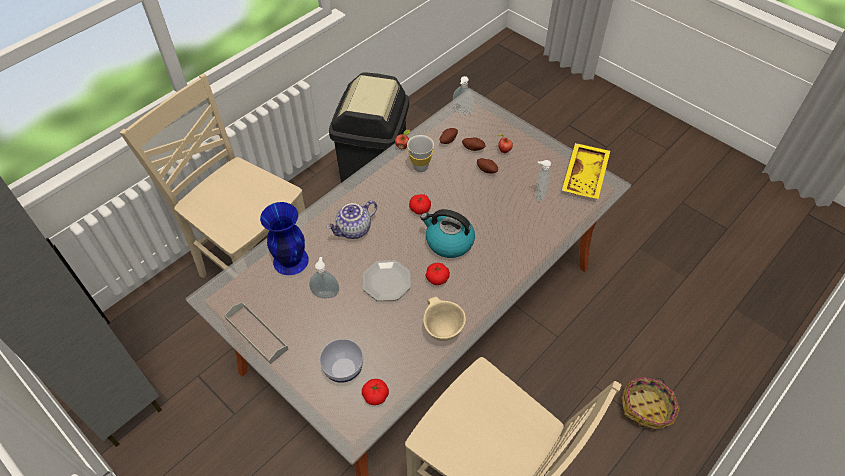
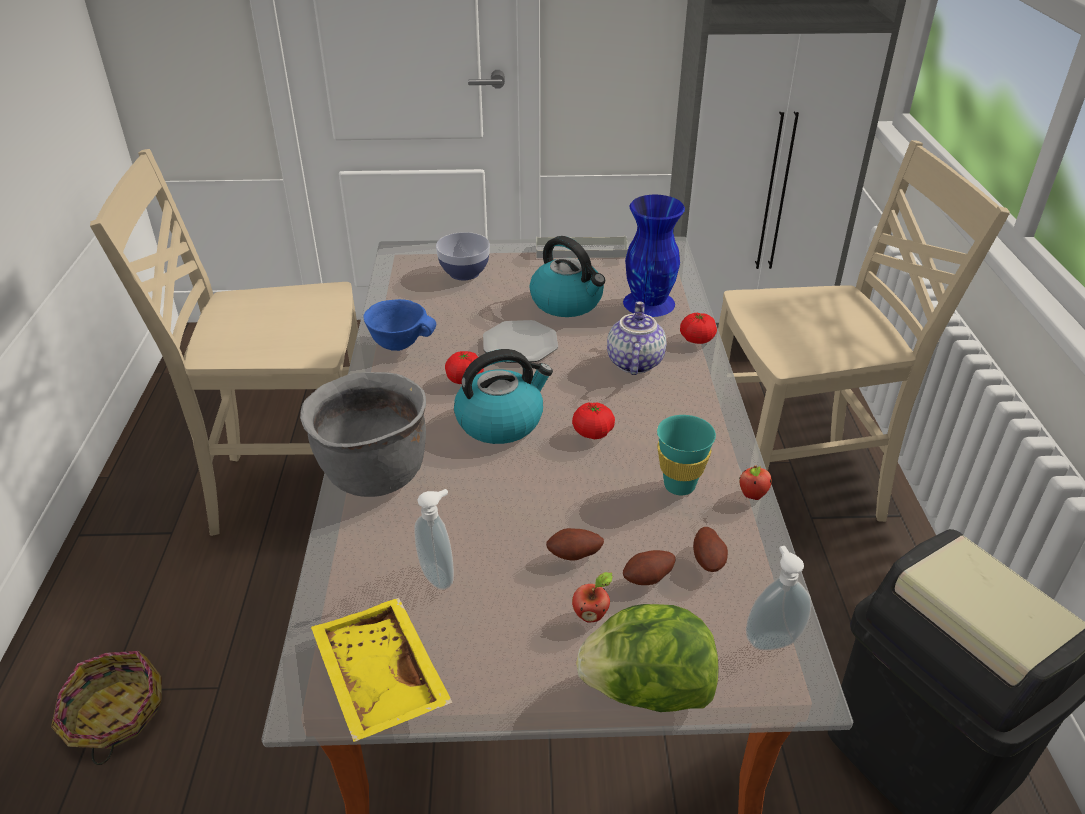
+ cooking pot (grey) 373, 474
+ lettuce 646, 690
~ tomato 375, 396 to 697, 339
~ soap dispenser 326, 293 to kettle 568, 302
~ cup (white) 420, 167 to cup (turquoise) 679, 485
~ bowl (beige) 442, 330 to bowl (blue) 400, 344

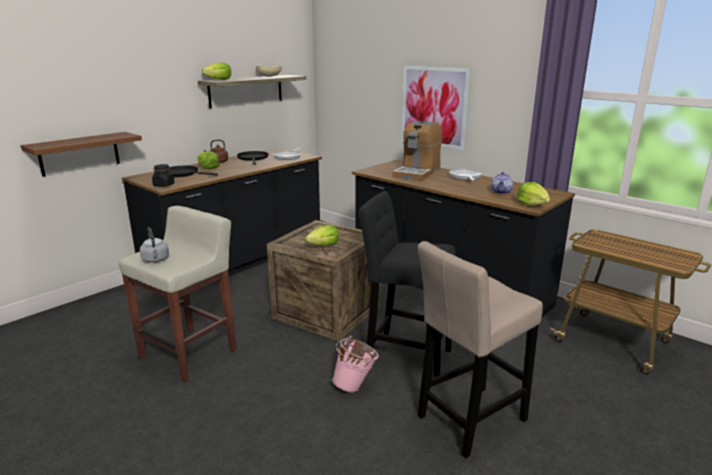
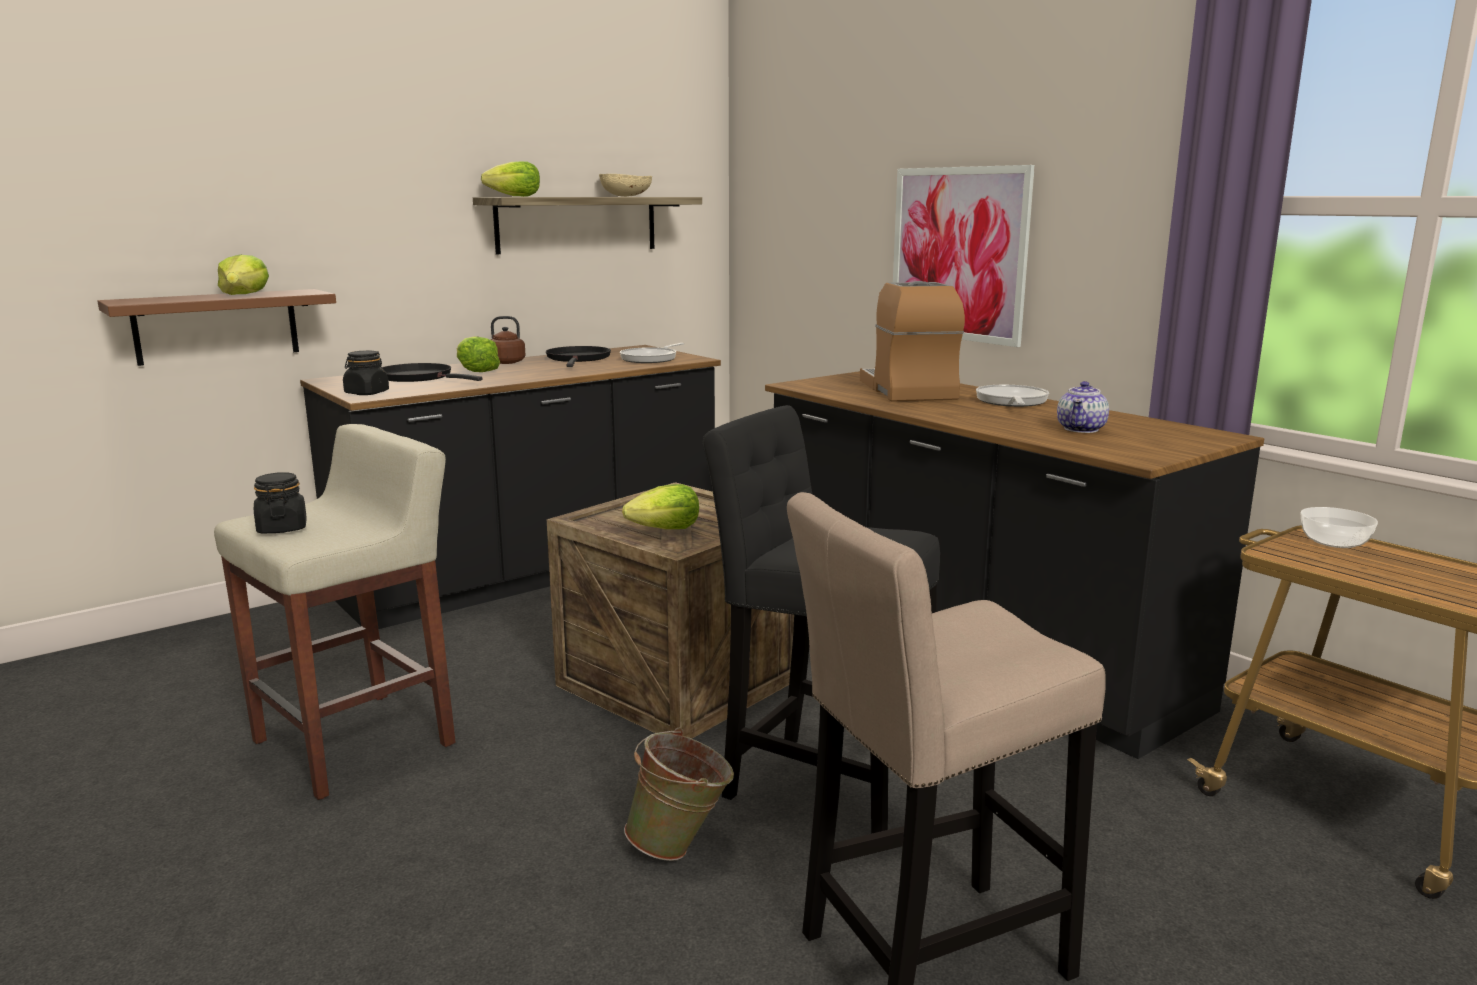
+ bowl 1333, 541
~ lettuce 532, 204 to 244, 295
~ kettle (grey) 156, 260 to jar (black) 282, 528
~ bucket (pink) 355, 386 to bucket (green) 681, 847
~ coffee machine 417, 172 = 907, 390 135 degrees clockwise

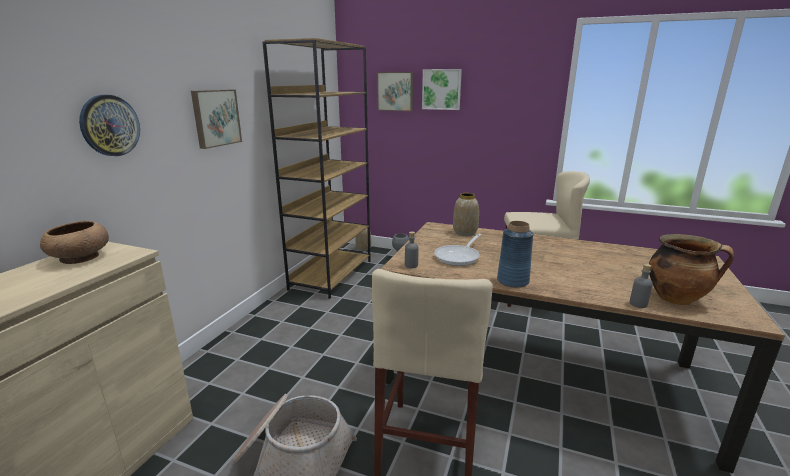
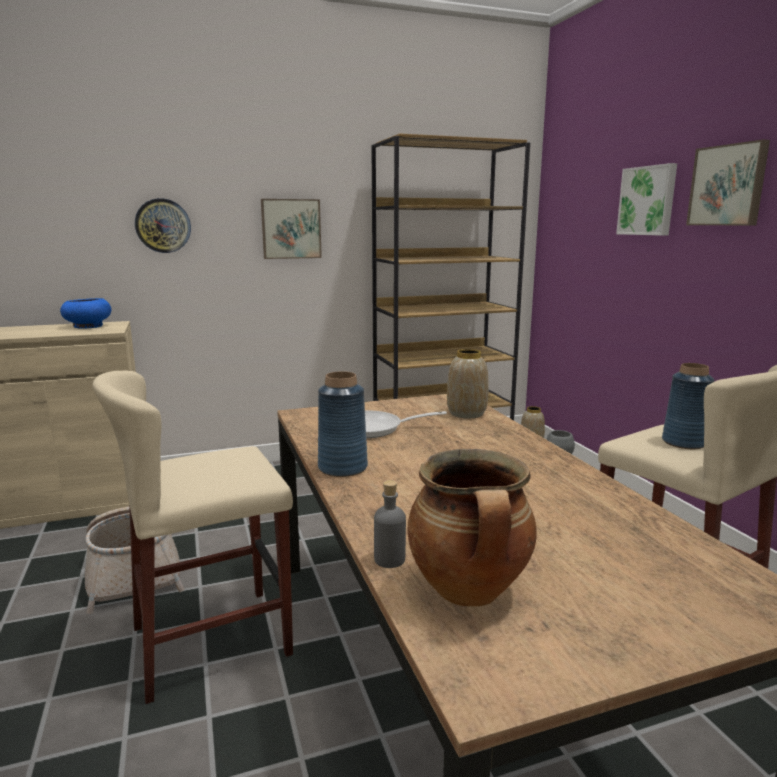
- bottle (grey) 411, 265
+ vase (blue) 683, 442
~ picture 395, 91 to 728, 185
~ bowl (brown) 79, 258 to bowl (blue) 88, 326

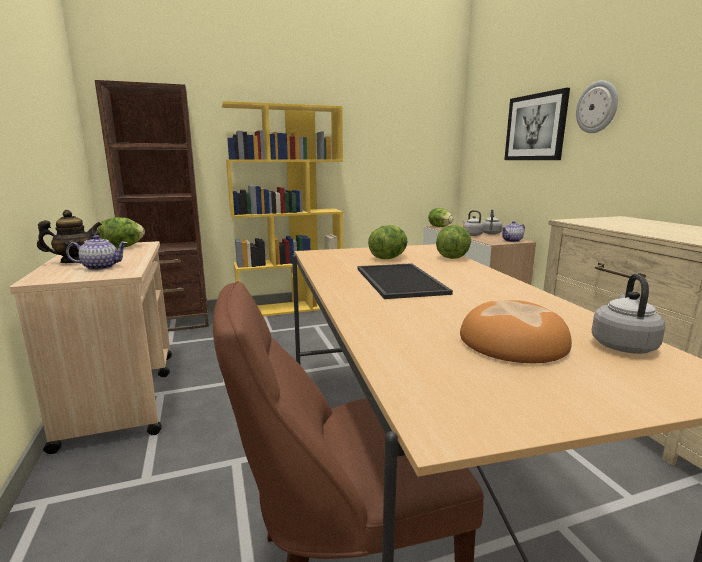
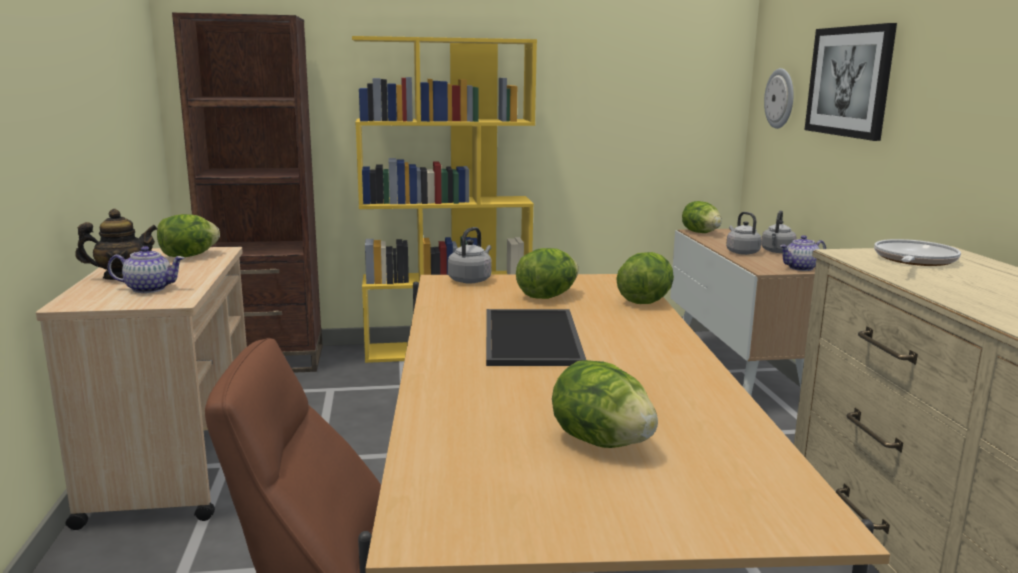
+ frying pan 913, 261
~ wall clock 597, 107 to 780, 98
~ kettle (grey) 622, 345 to 471, 280
~ bread 512, 341 to lettuce 601, 442

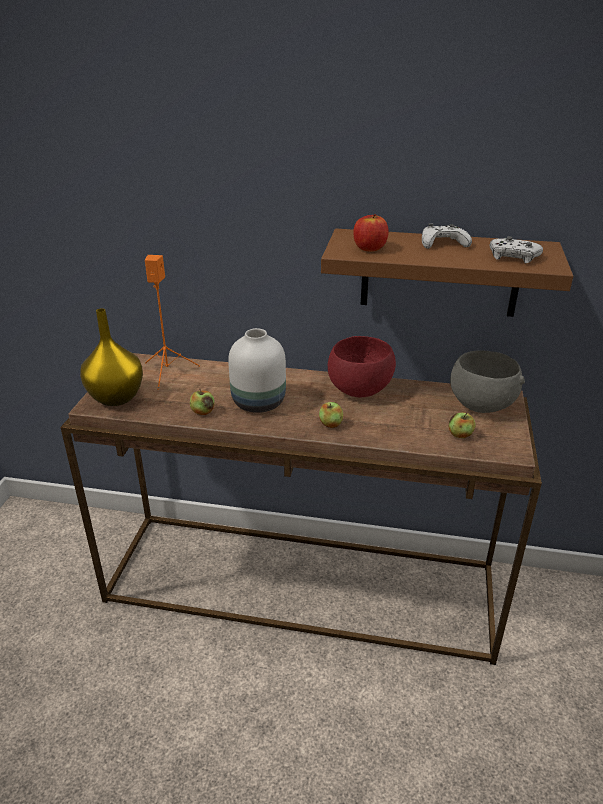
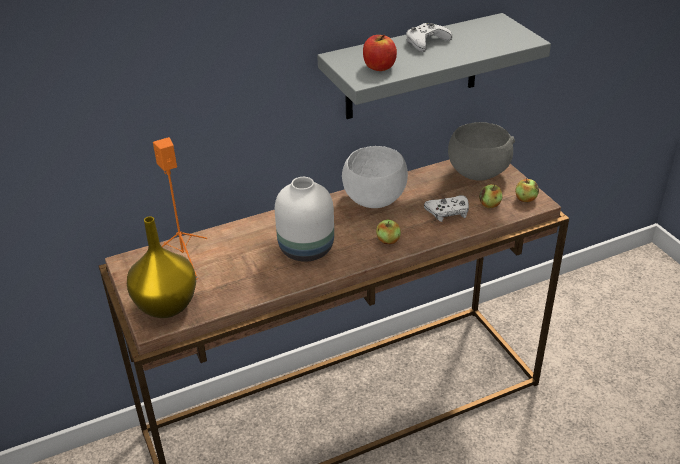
~ apple 203, 411 to 525, 199
~ game controller (white) 513, 257 to 448, 212
~ shelf (brown) 440, 273 to shelf (grey) 412, 67
~ bowl (red) 359, 390 to bowl (white) 375, 200

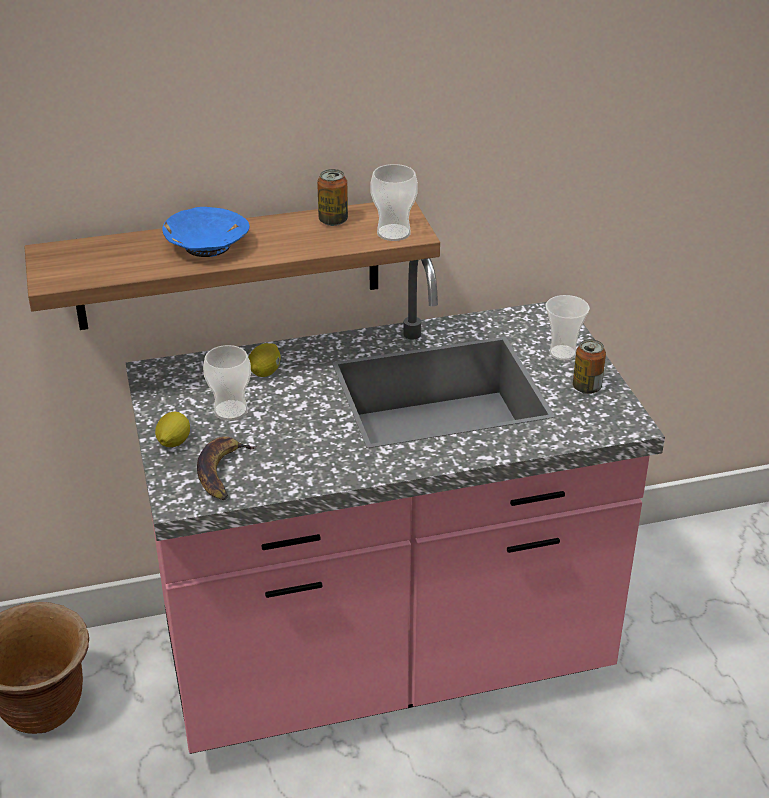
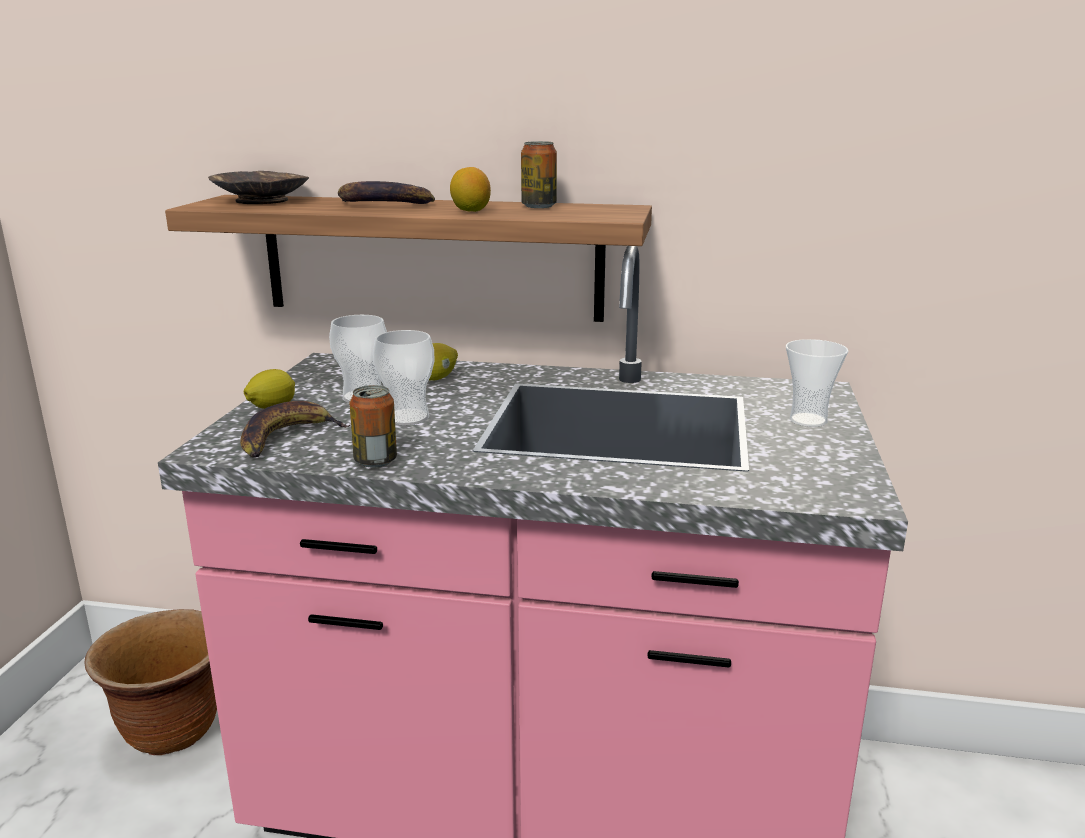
+ bowl (brown) 261, 200
+ lemon 470, 211
~ cup 393, 233 to 407, 417
~ can 586, 387 to 375, 461
~ bowl (blue) 207, 246 to banana 382, 205

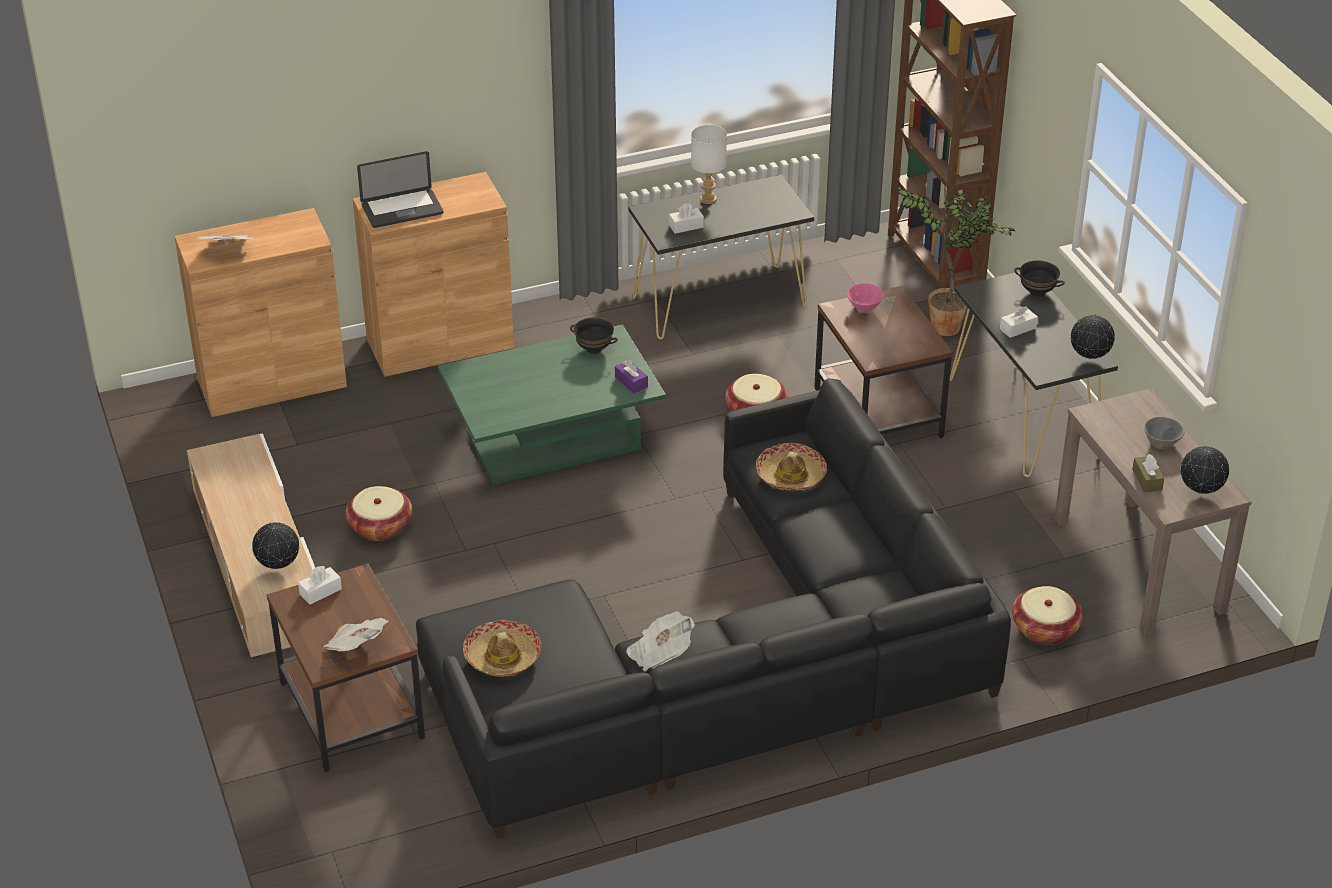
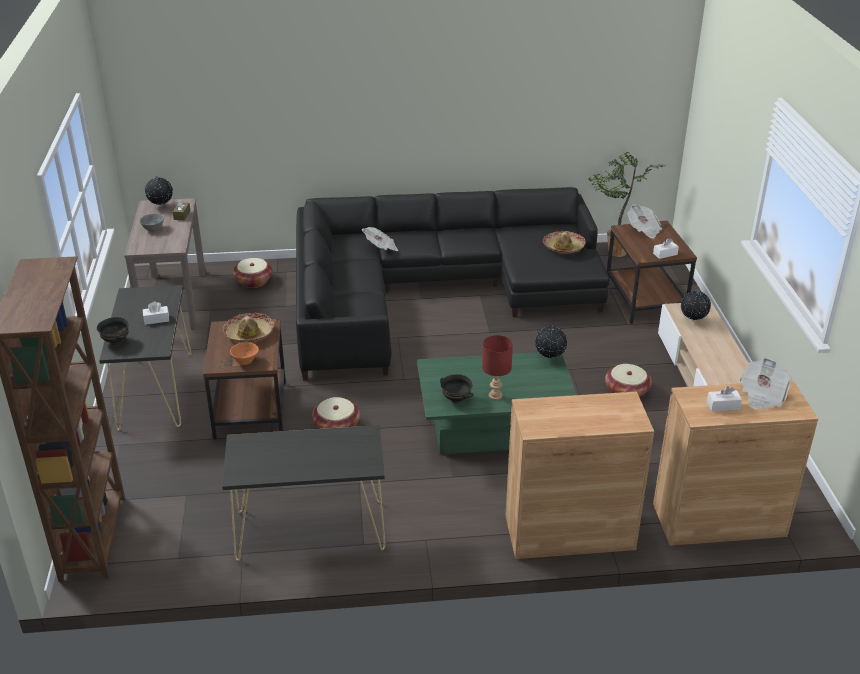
- laptop 402, 210
- tissue box (purple) 631, 382
- table lamp (white) 708, 199
+ table lamp (red) 496, 396
~ newspaper 660, 654 to 381, 247
~ tissue box (white) 686, 226 to 723, 405
~ hat 791, 475 to 249, 333
~ potted plant 949, 326 to 614, 252
~ globe 1089, 359 to 549, 359
~ bowl (pink) 863, 308 to bowl (orange) 246, 361

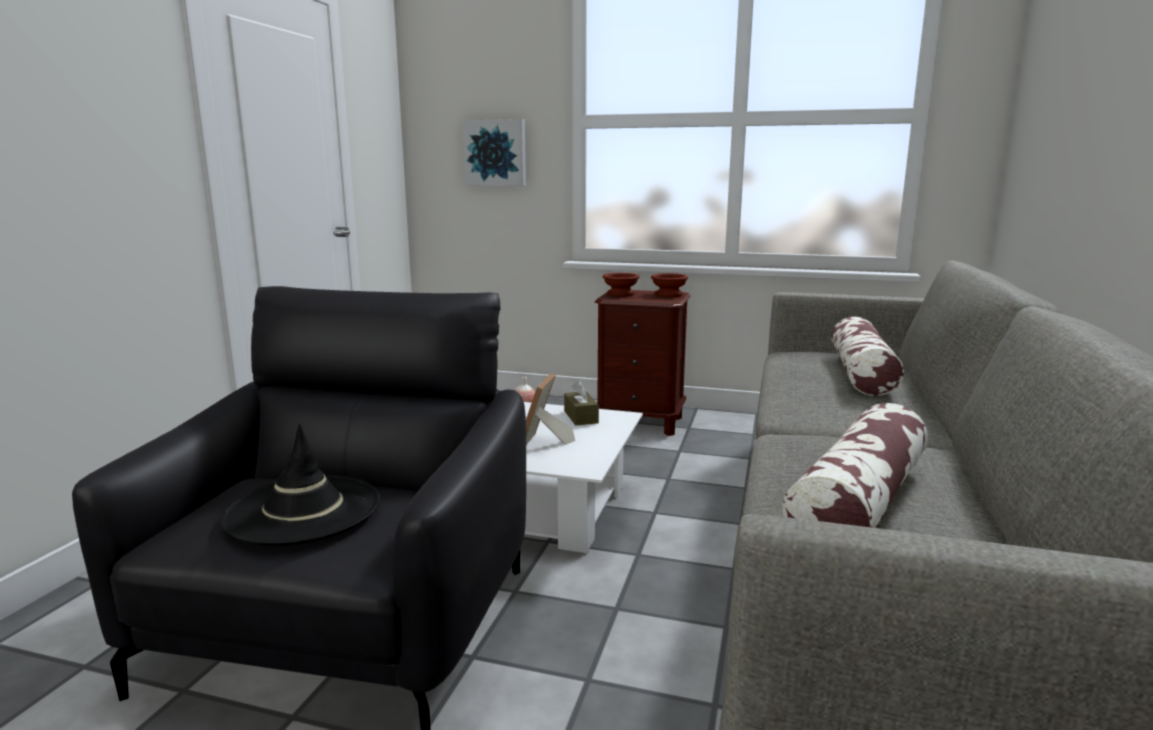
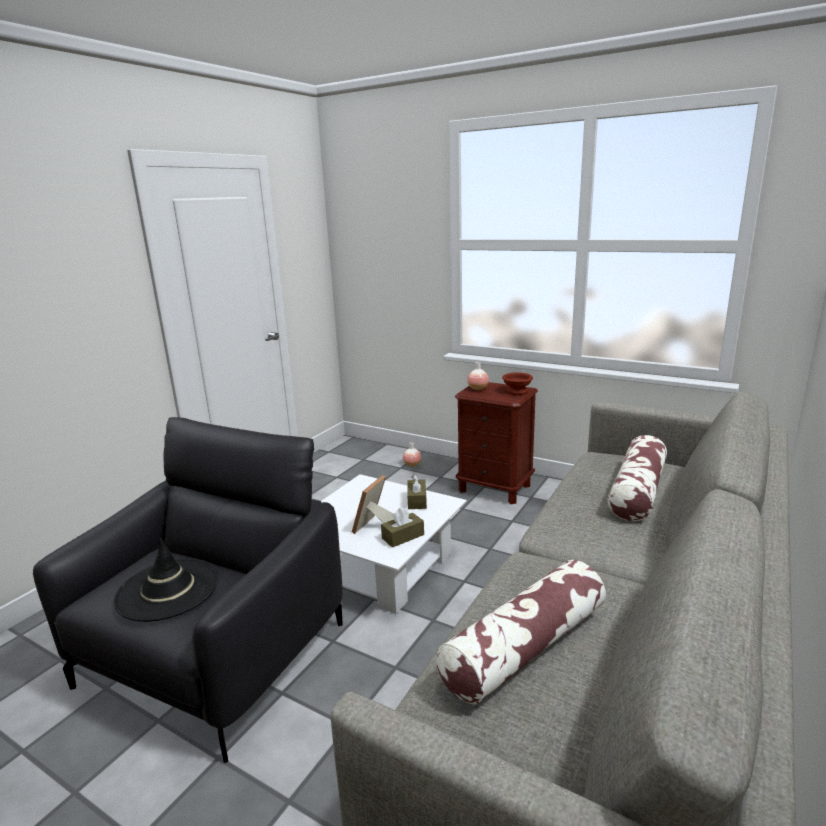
- picture 495, 153
+ tissue box (brown) 403, 536
~ bowl (brown) 619, 294 to vase 478, 388

